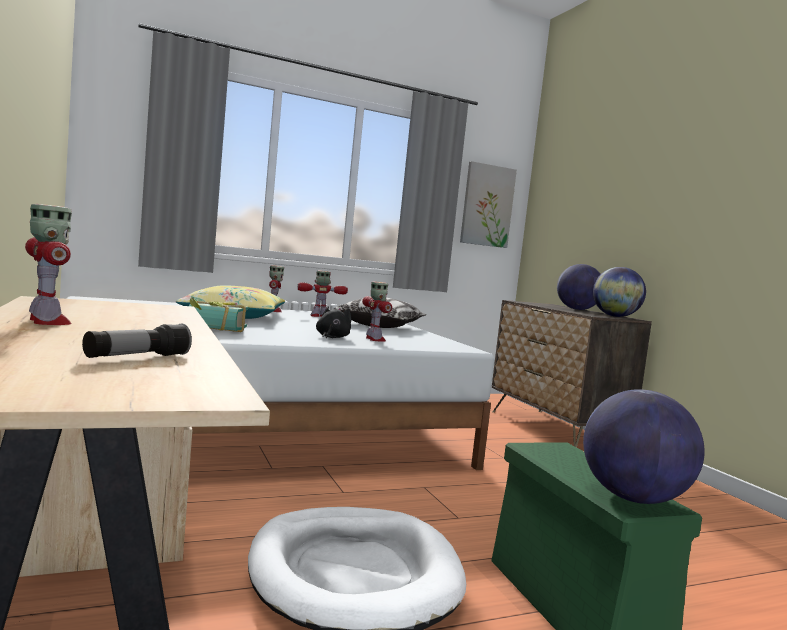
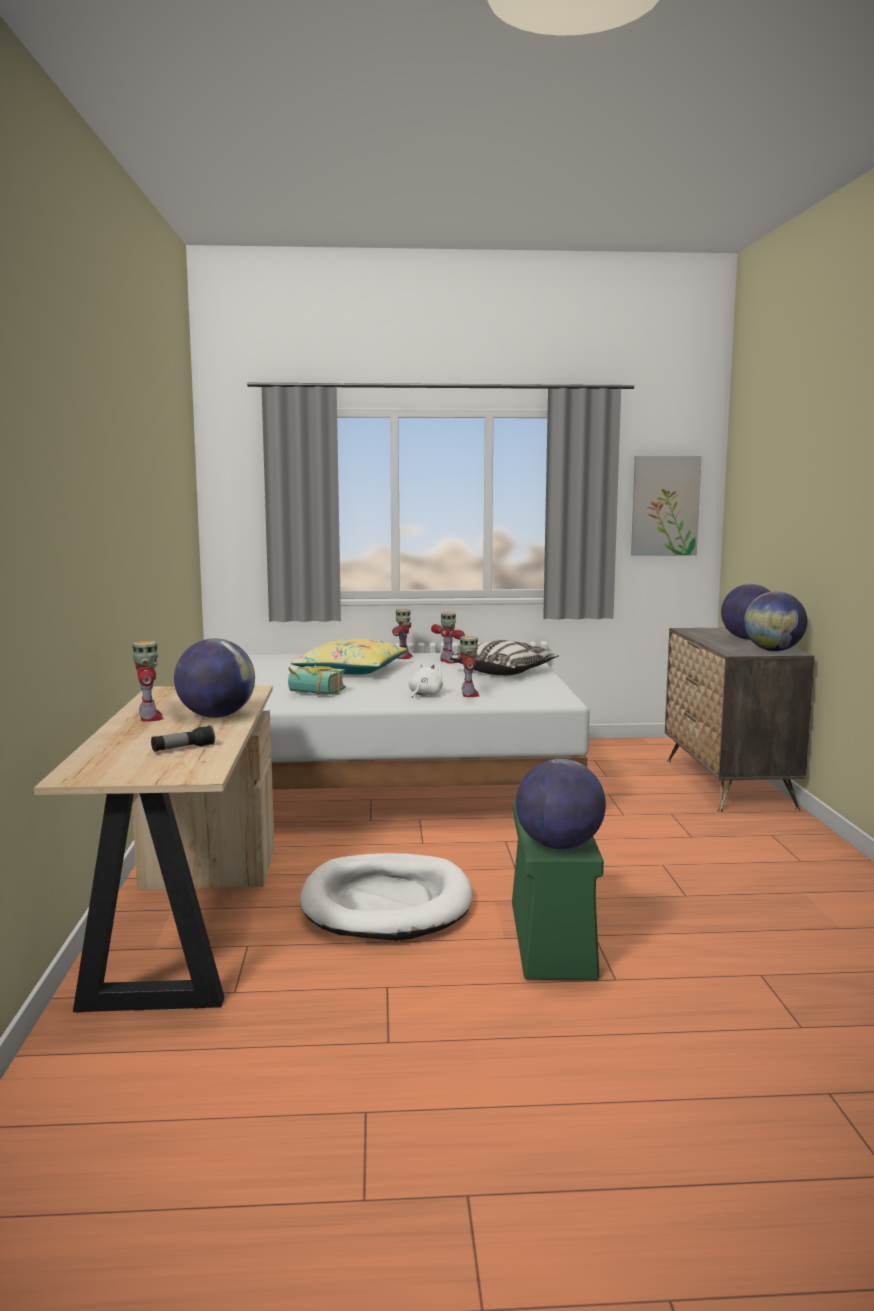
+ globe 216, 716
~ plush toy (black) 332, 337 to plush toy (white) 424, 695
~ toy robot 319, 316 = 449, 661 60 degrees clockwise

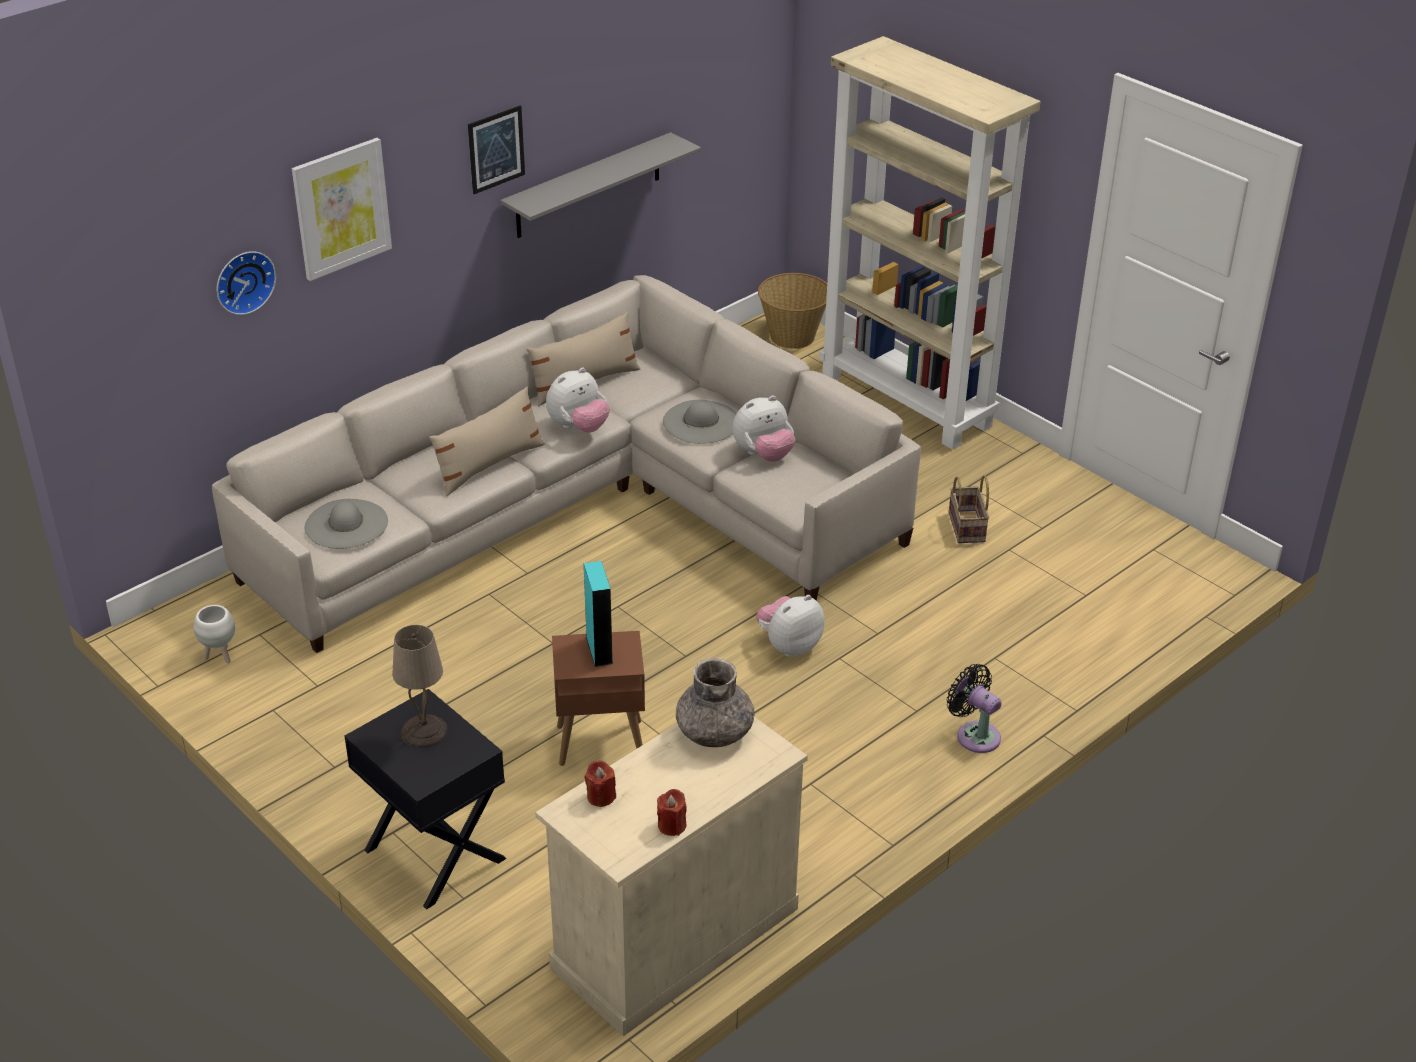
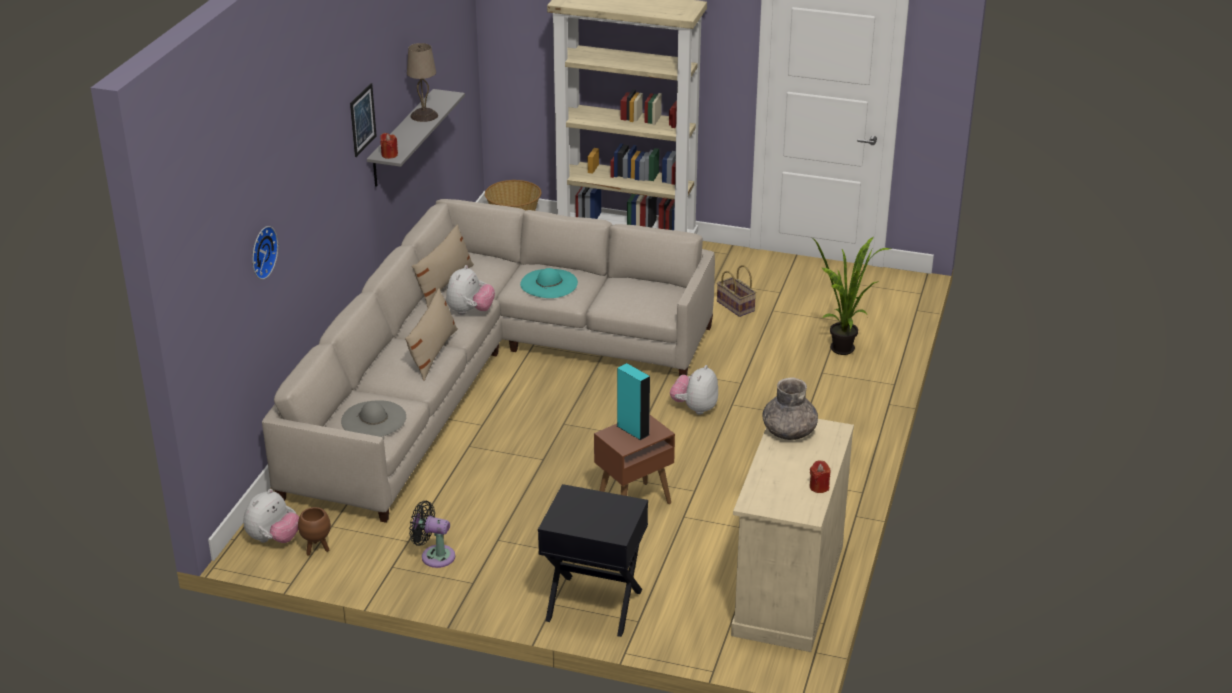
- picture 341, 208
+ potted plant 845, 352
~ table lamp (beige) 425, 731 to 425, 115
~ candle (red) 601, 796 to 389, 155
~ plush toy 763, 455 to 273, 539
~ fan (black) 974, 735 to 434, 556
~ planter (white) 220, 656 to planter (brown) 317, 549
~ hat (grey) 701, 422 to hat (turquoise) 549, 283

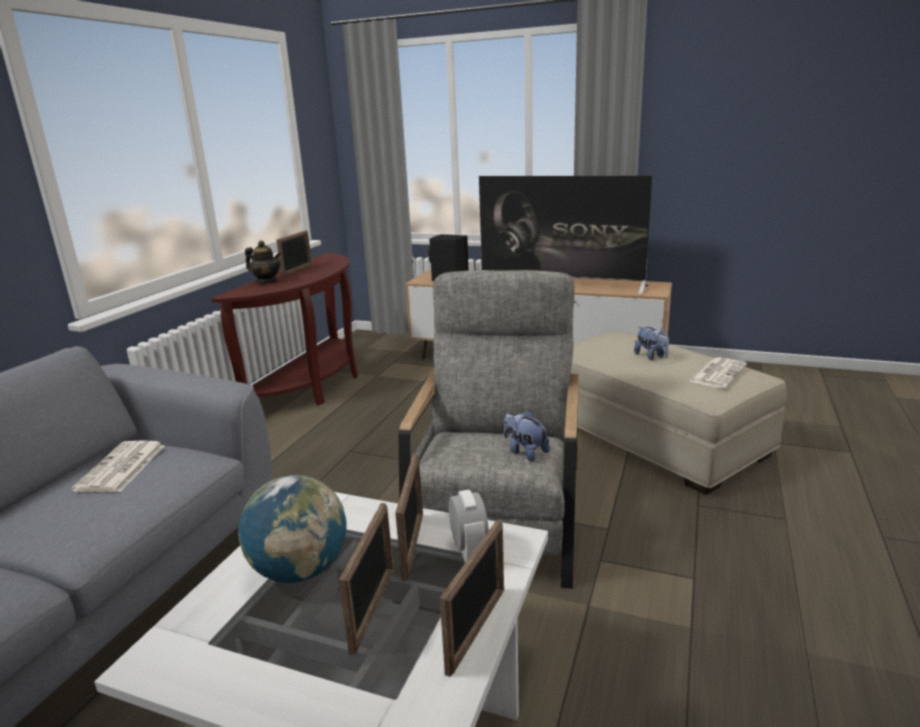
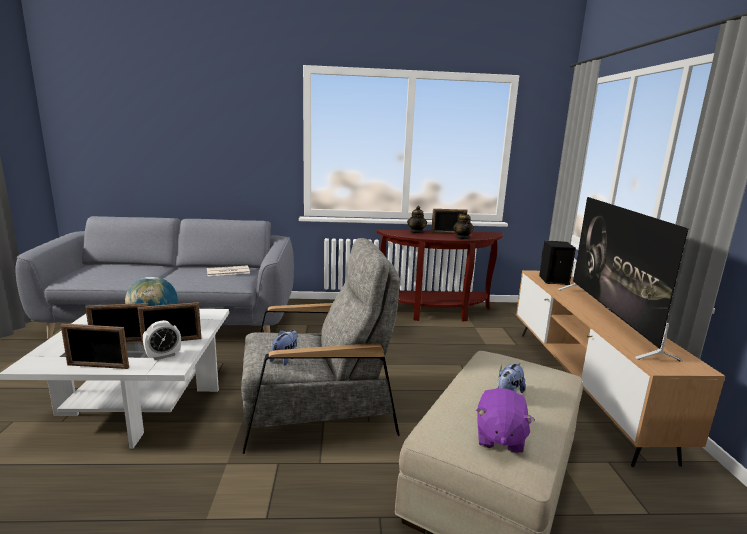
+ teapot 462, 238
~ newspaper 717, 373 to plush toy (purple) 499, 438

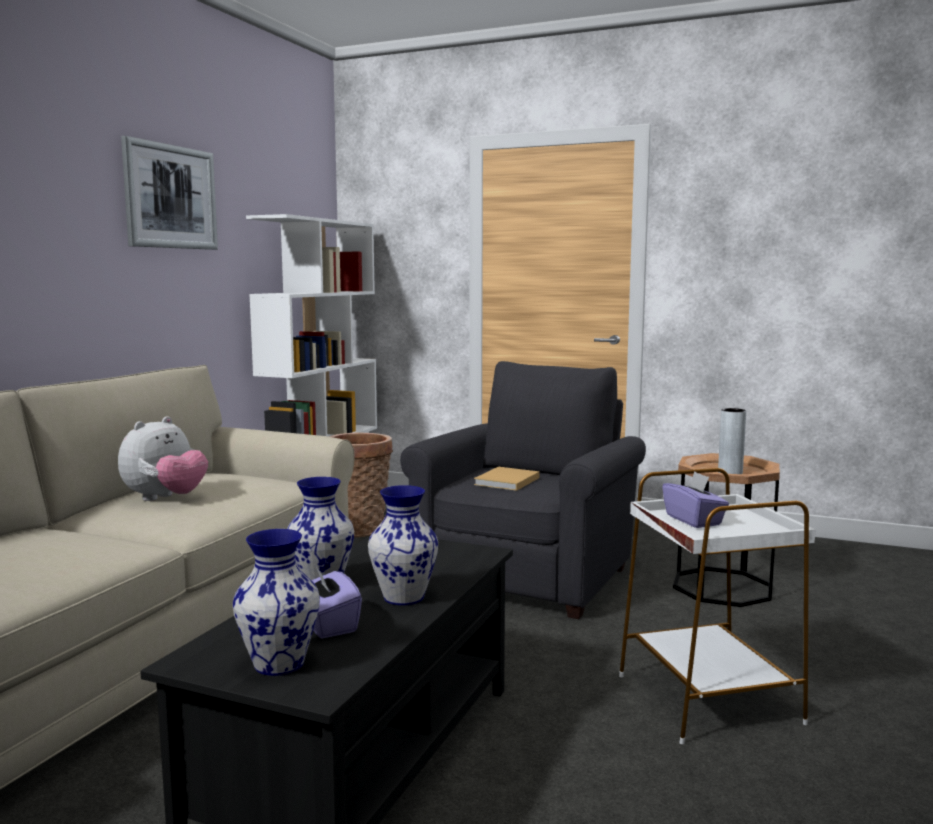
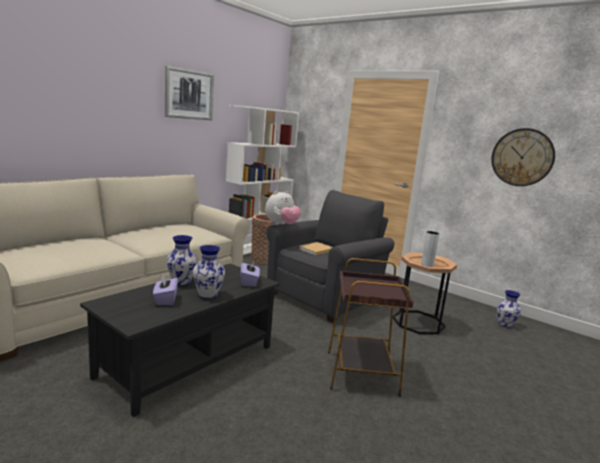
+ wall clock 522, 157
~ plush toy 165, 499 to 281, 225
~ vase 280, 664 to 505, 324
~ tissue box (purple) 694, 520 to 249, 282
~ side table (white) 708, 700 to side table (brown) 361, 373

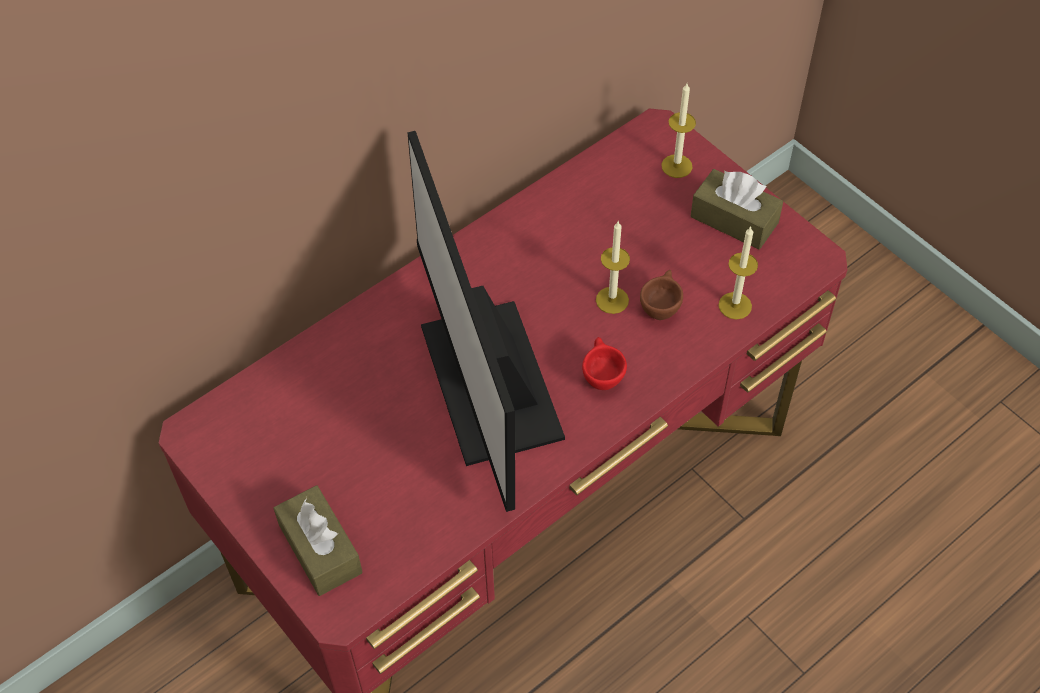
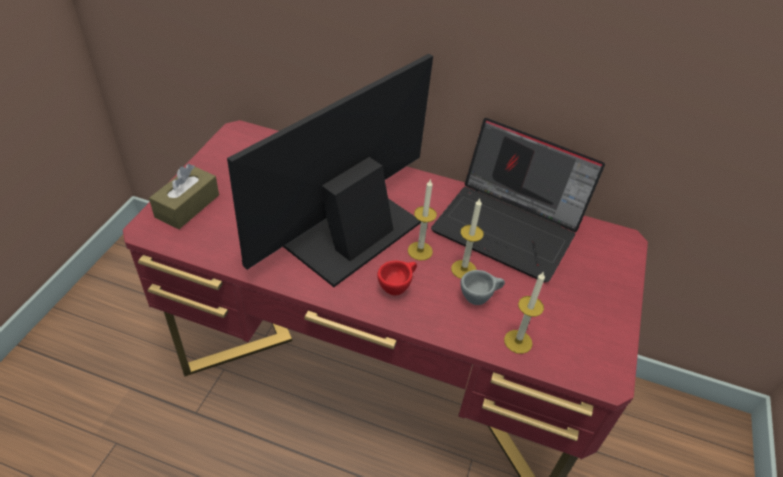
- tissue box (brown) 734, 220
+ laptop 509, 228
~ candle 676, 166 to 420, 251
~ cup (brown) 660, 308 to cup (grey) 479, 298

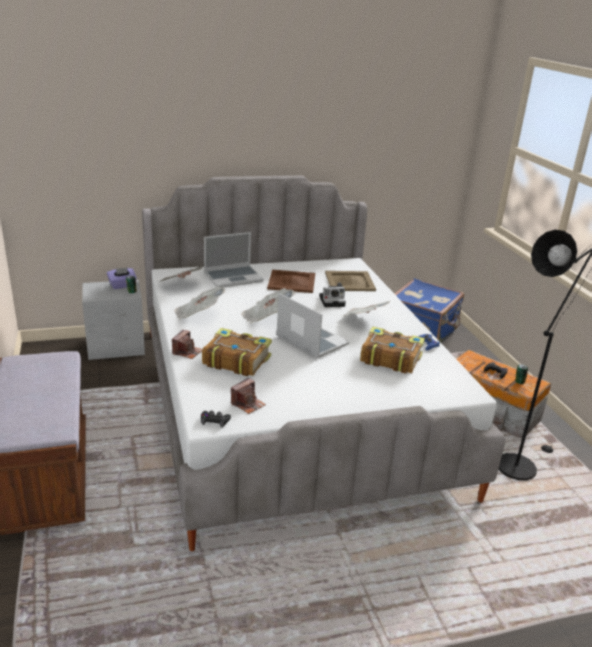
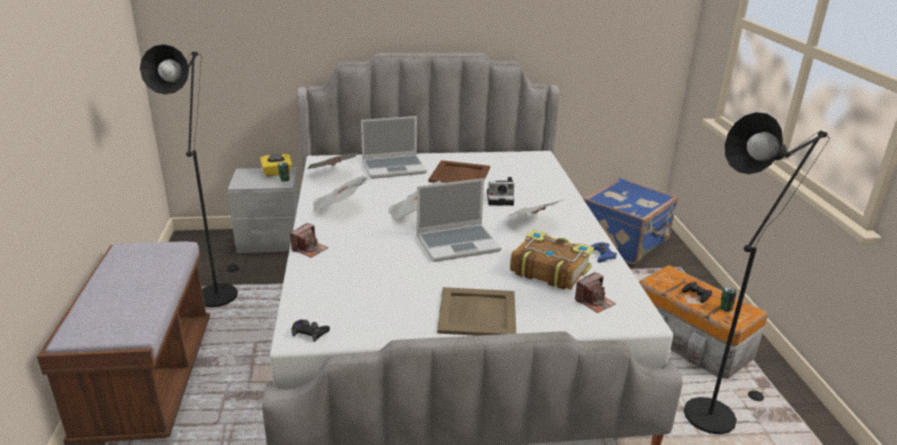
- book 236, 360
+ floor lamp (black) 218, 292
~ photo camera 248, 404 to 594, 302
~ tray (beige) 349, 281 to 476, 313
~ tissue box (purple) 122, 285 to tissue box (yellow) 277, 173
~ laptop 310, 341 = 458, 243 105 degrees clockwise

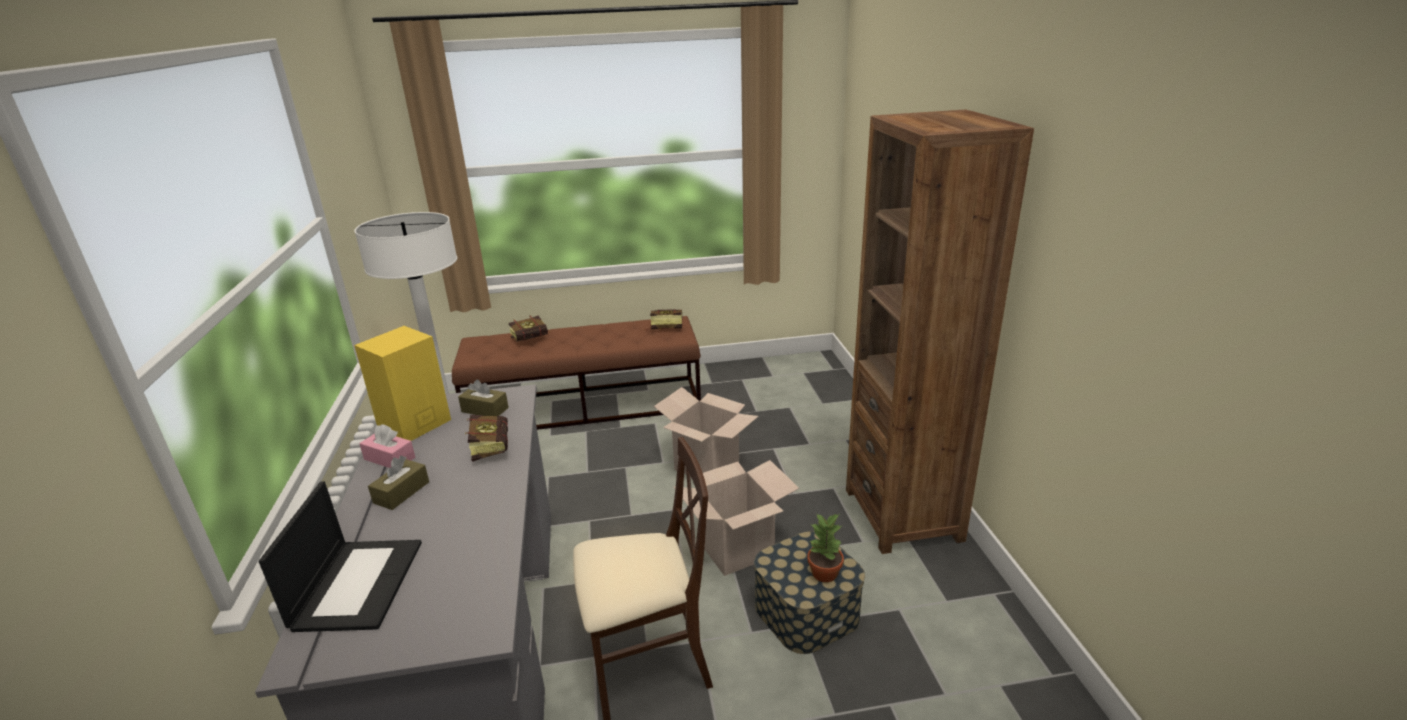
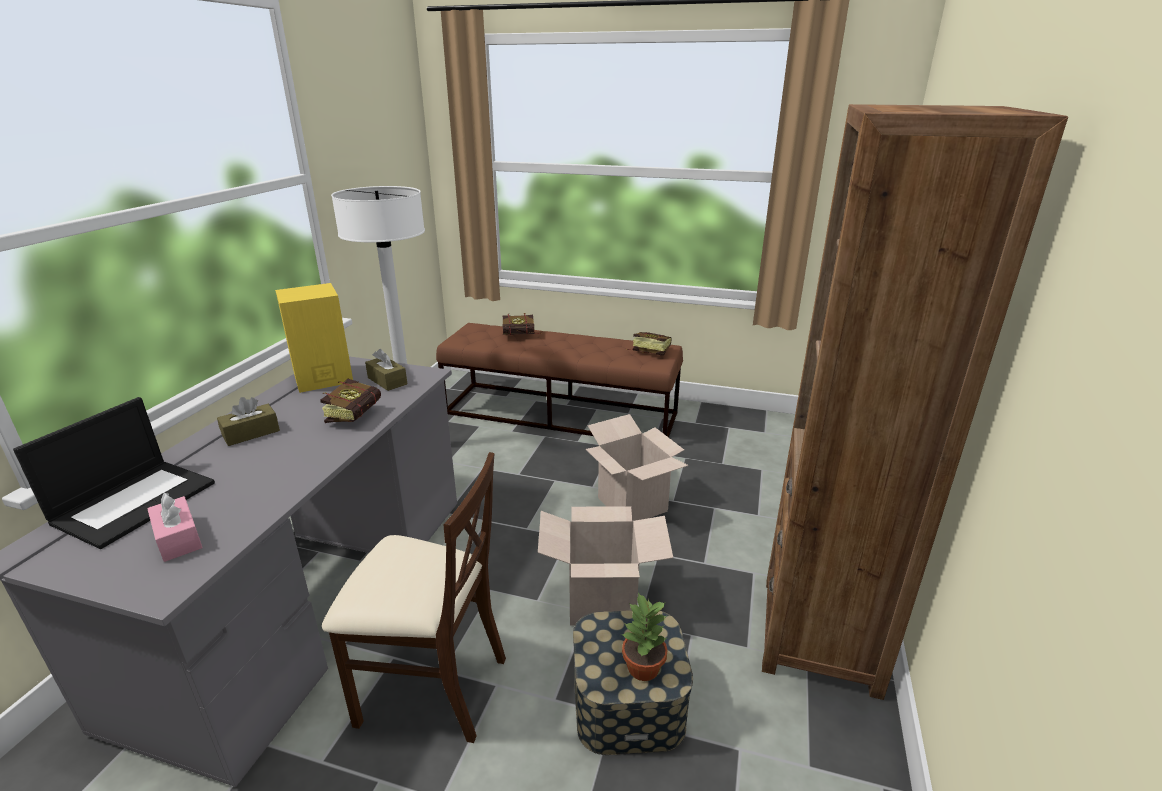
~ tissue box (pink) 389, 458 to 178, 538

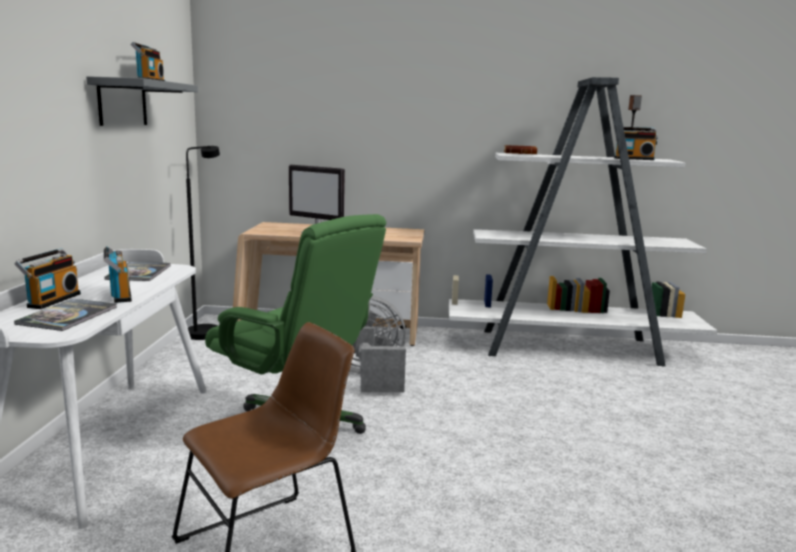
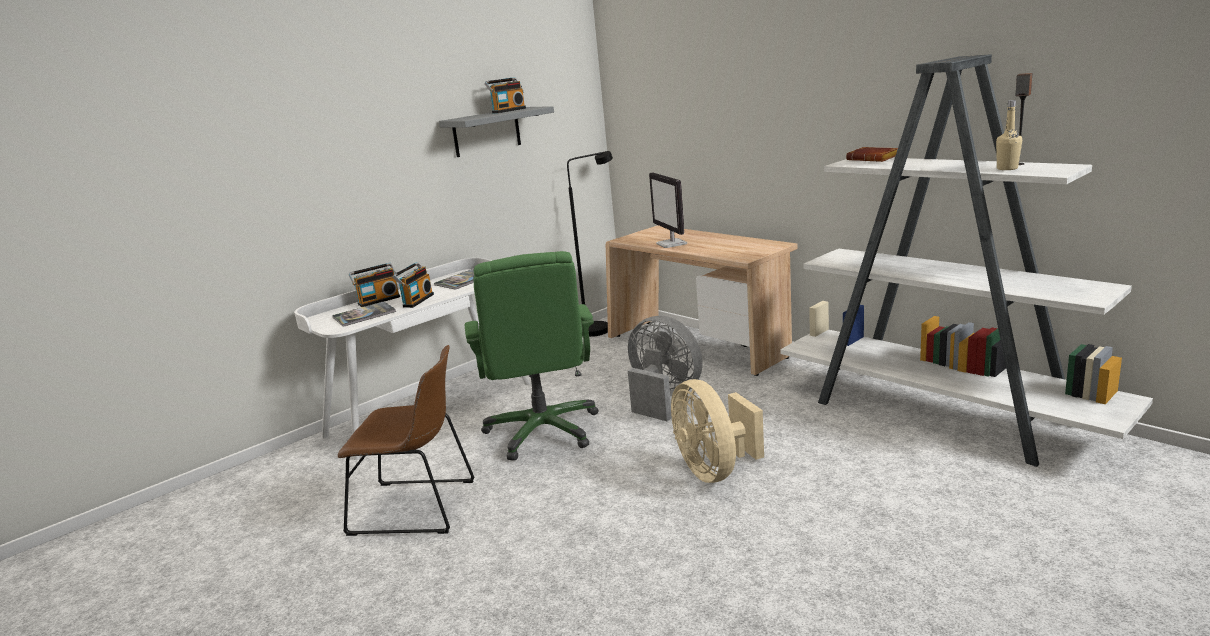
+ fan (beige) 714, 471
~ radio 633, 159 to bottle (beige) 1007, 168

